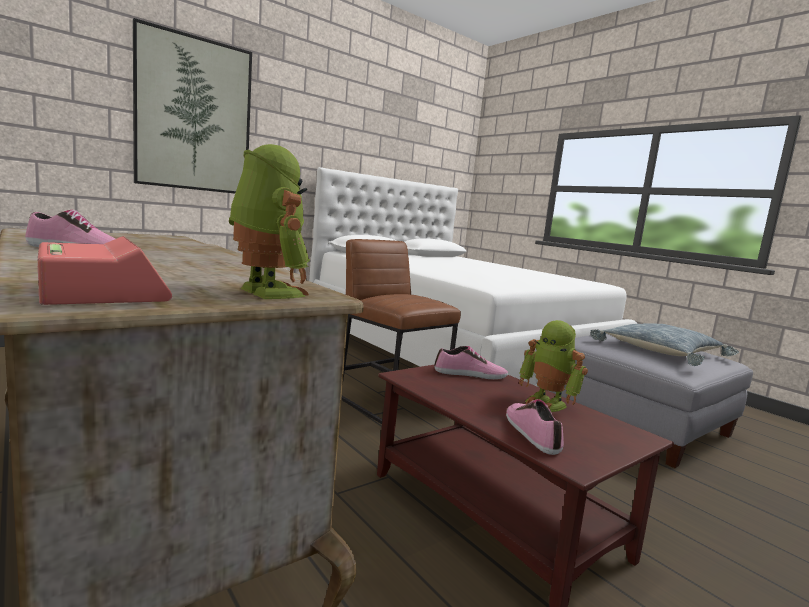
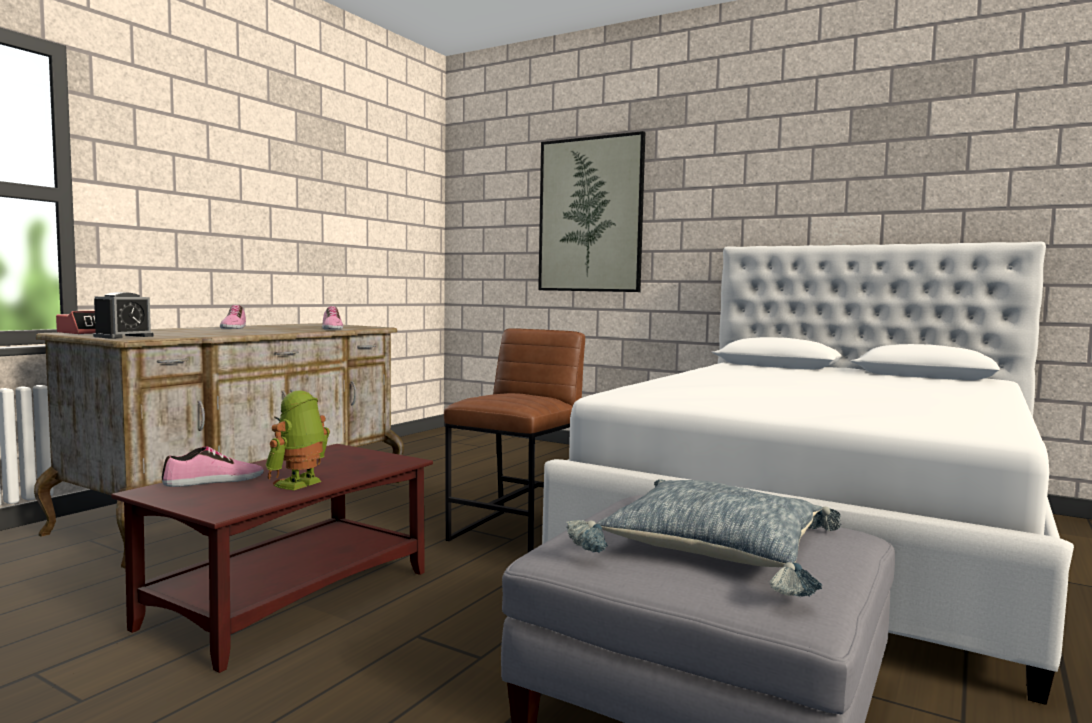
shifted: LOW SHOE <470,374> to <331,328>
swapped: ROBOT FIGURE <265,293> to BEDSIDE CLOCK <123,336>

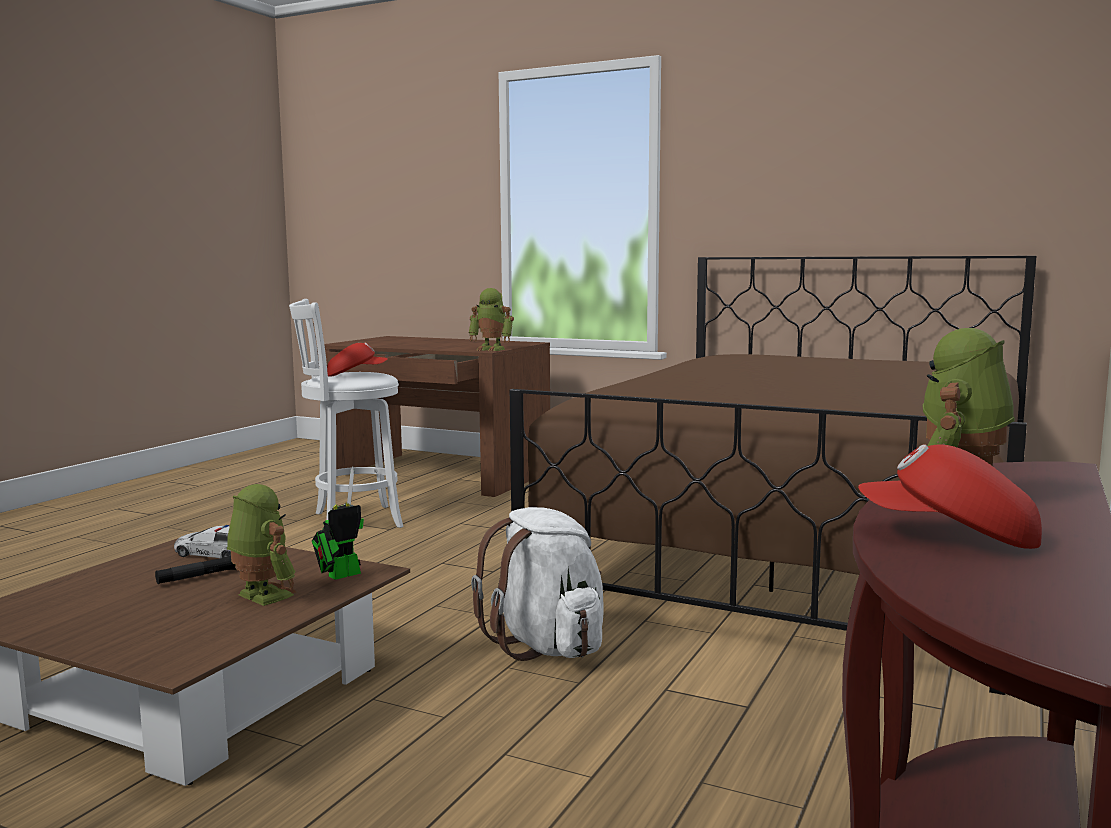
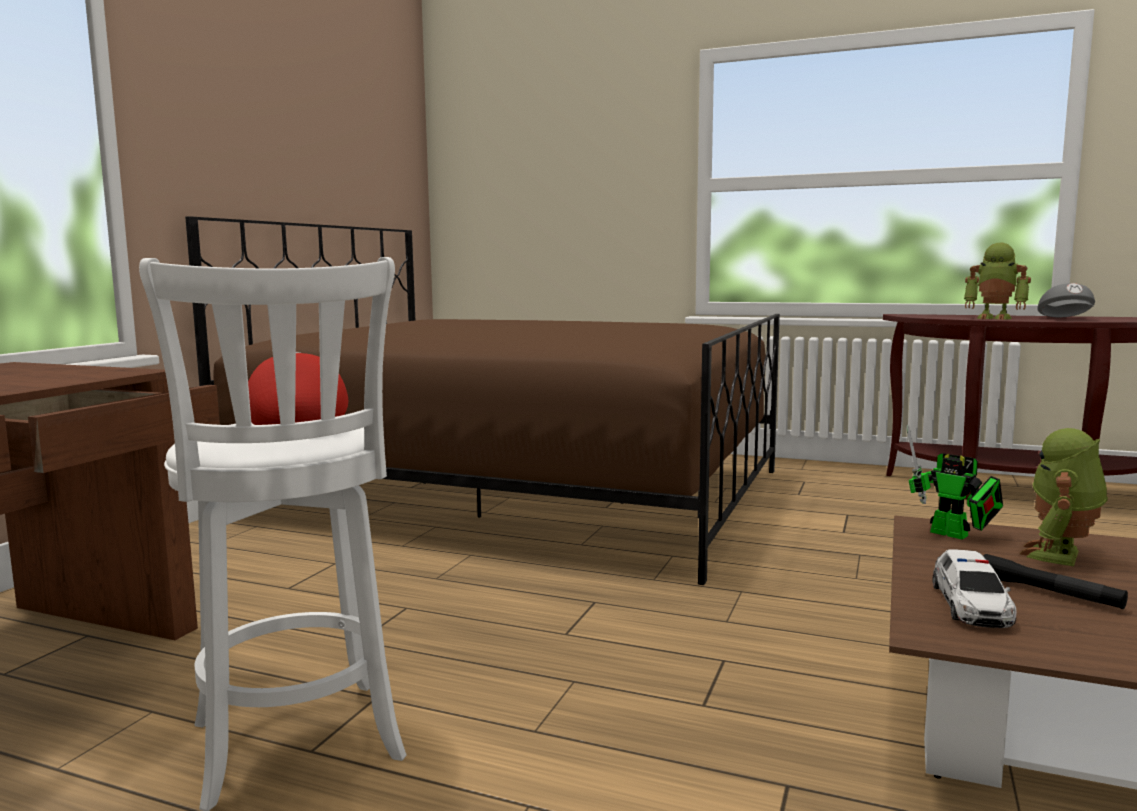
gone: ROBOT FIGURE <492,349>; WHITE KNAPSACK <547,646>
repainted: RED-COLOURED CAP <950,537> to GRAY CAP <1067,319>

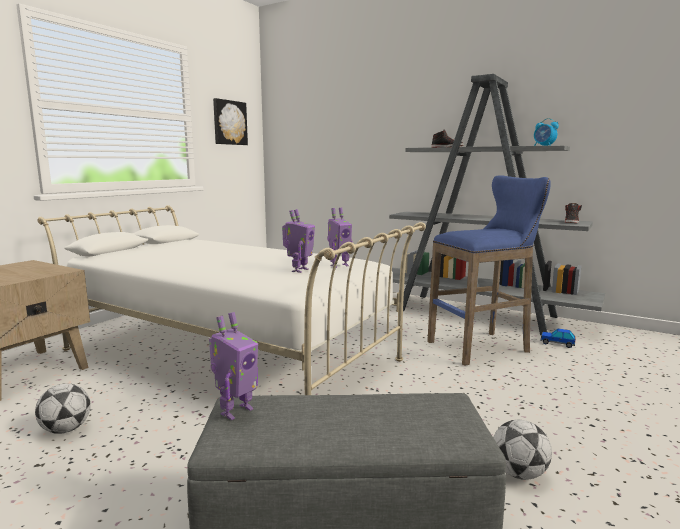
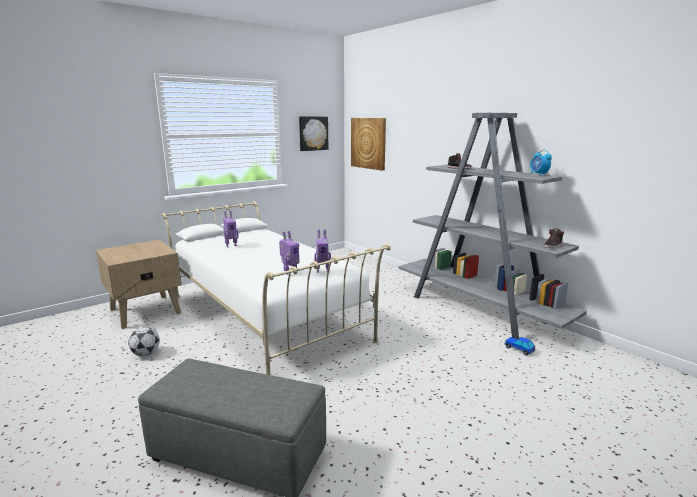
gone: BLUE-COLOURED STOOL SEAT <482,347>; FOOTBALL BALL <519,473>
new: WALL PICTURE <368,143>
shifted: ROBOT FIGURE <235,411> to <231,245>

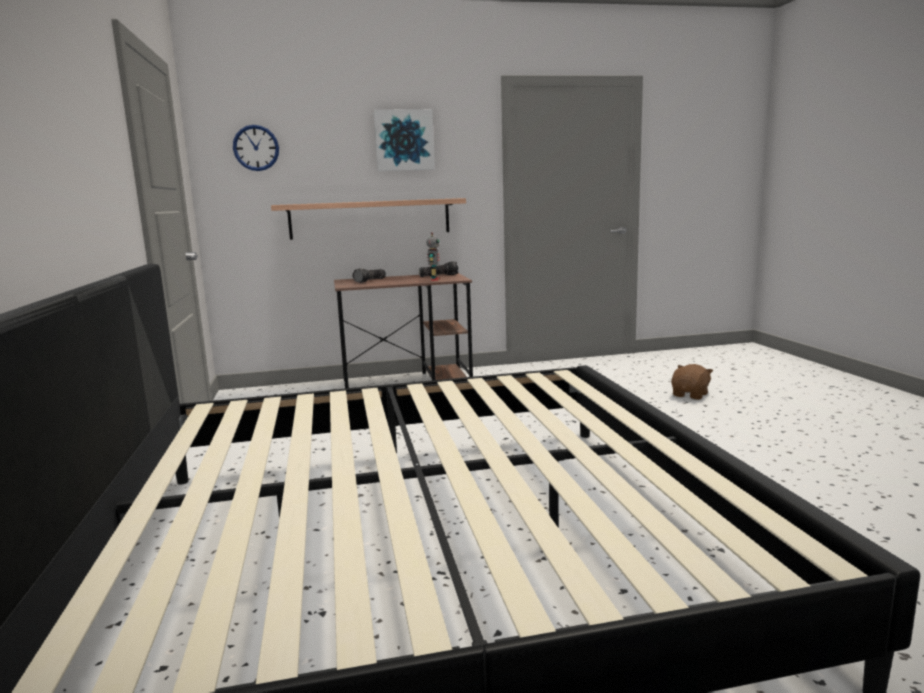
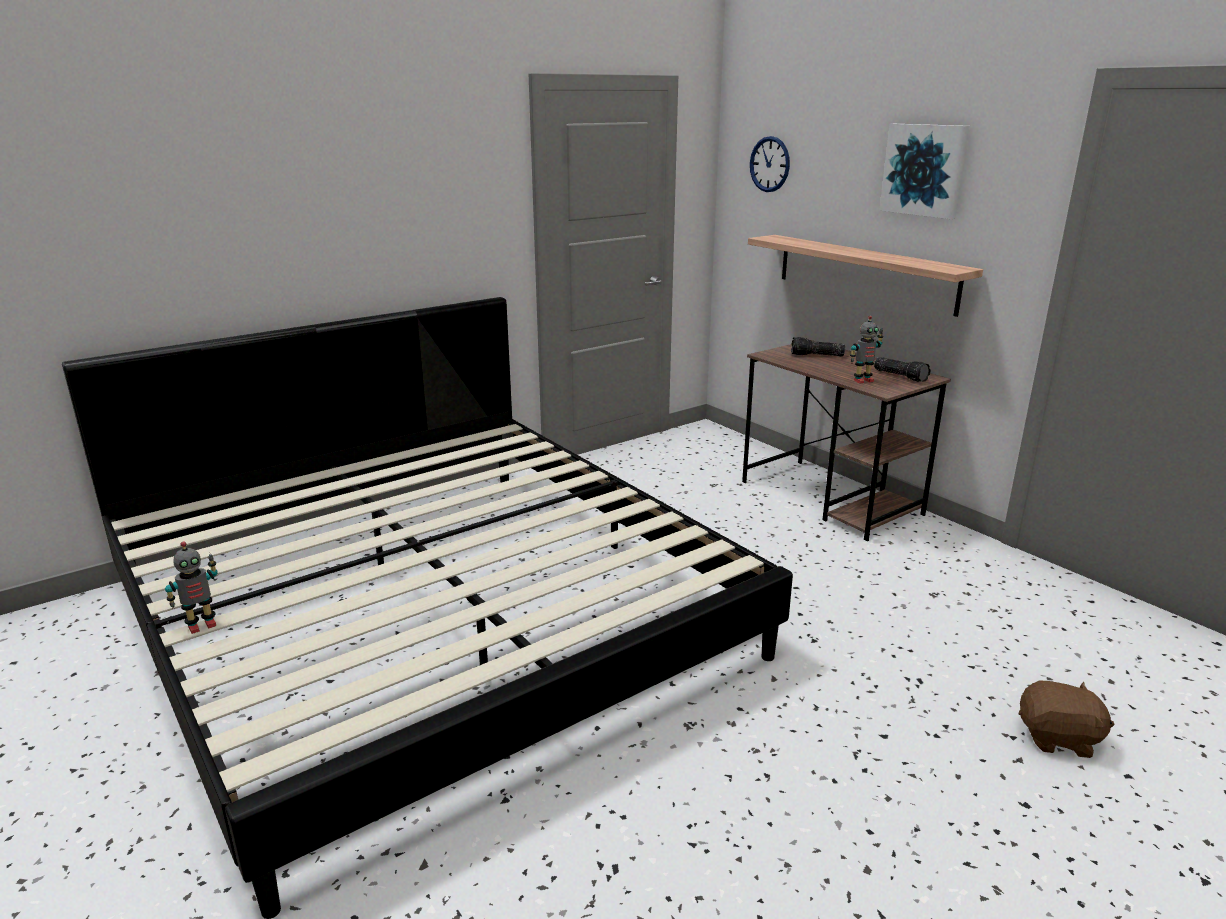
new: ROBOT FIGURE <201,625>

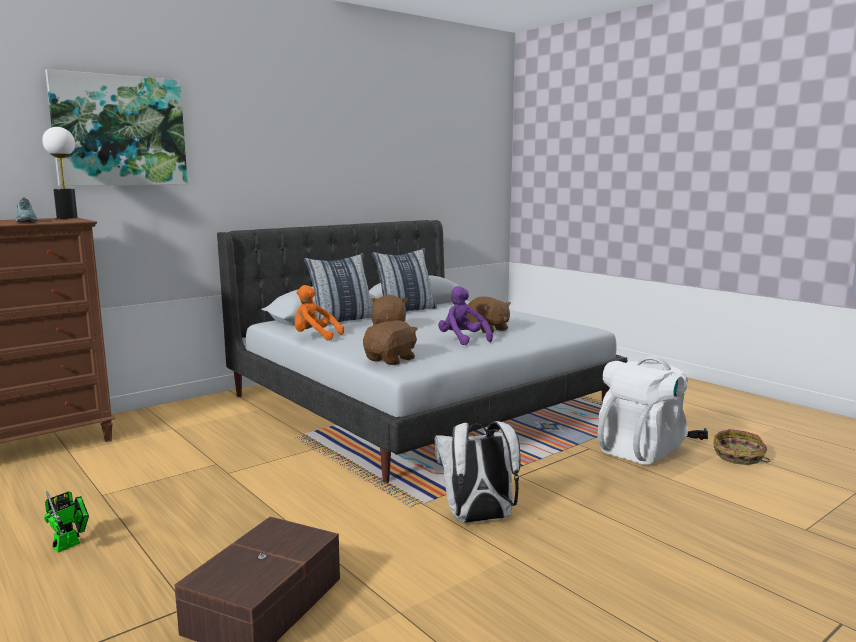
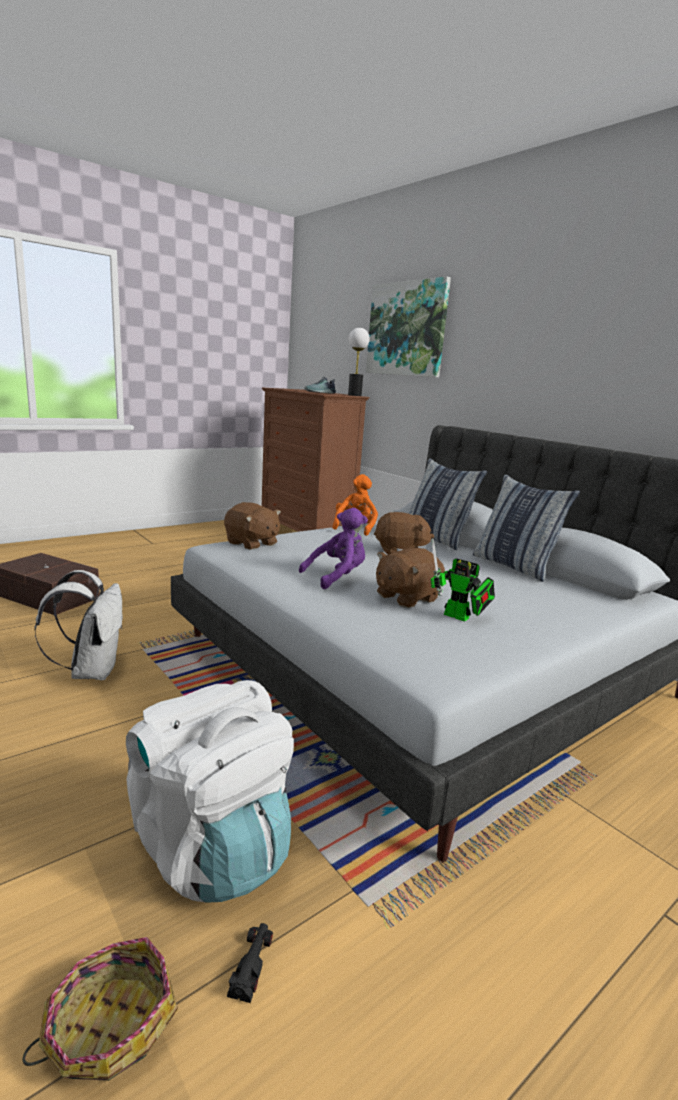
shifted: ROBOT FIGURE <70,544> to <460,617>

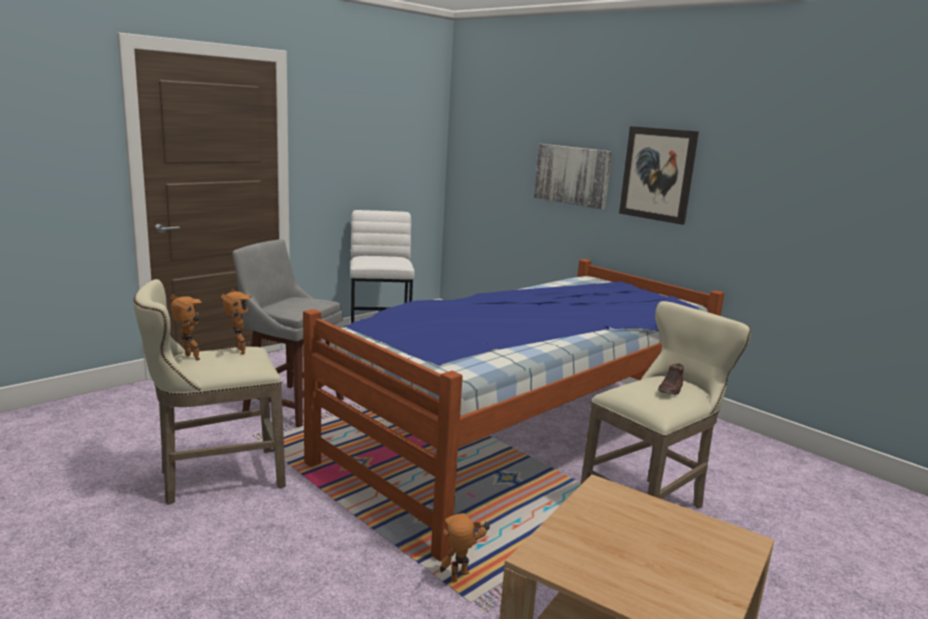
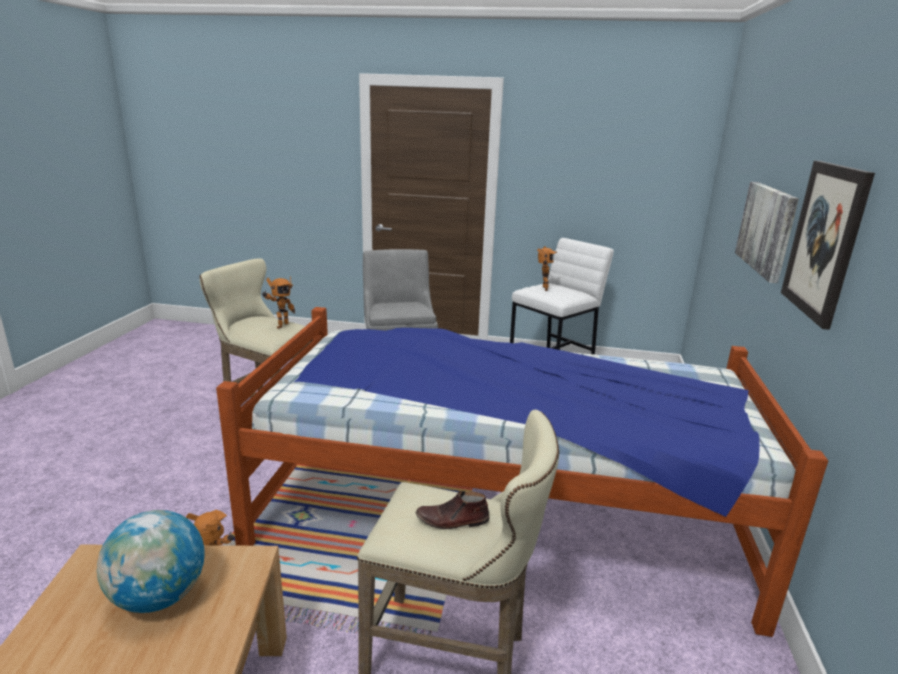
new: WORLD GLOBE <159,597>
shifted: ROBOT FIGURE <190,358> to <543,289>

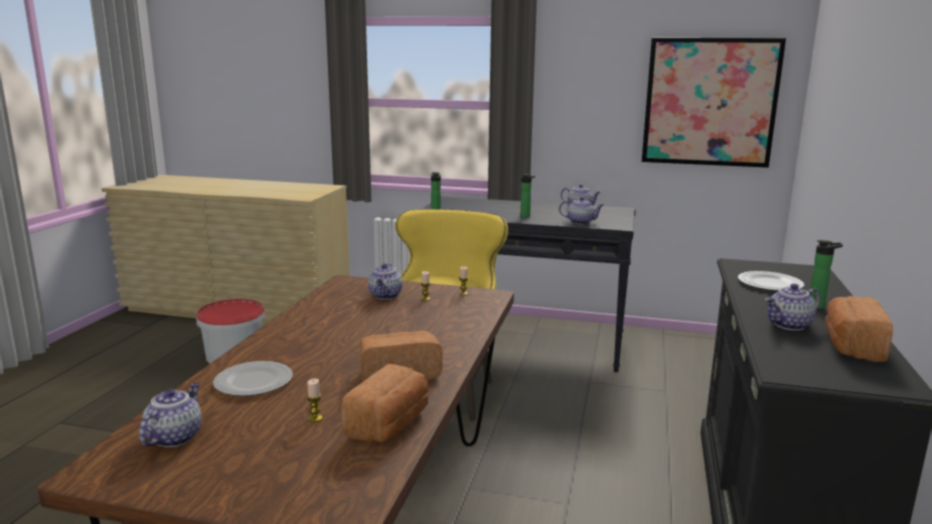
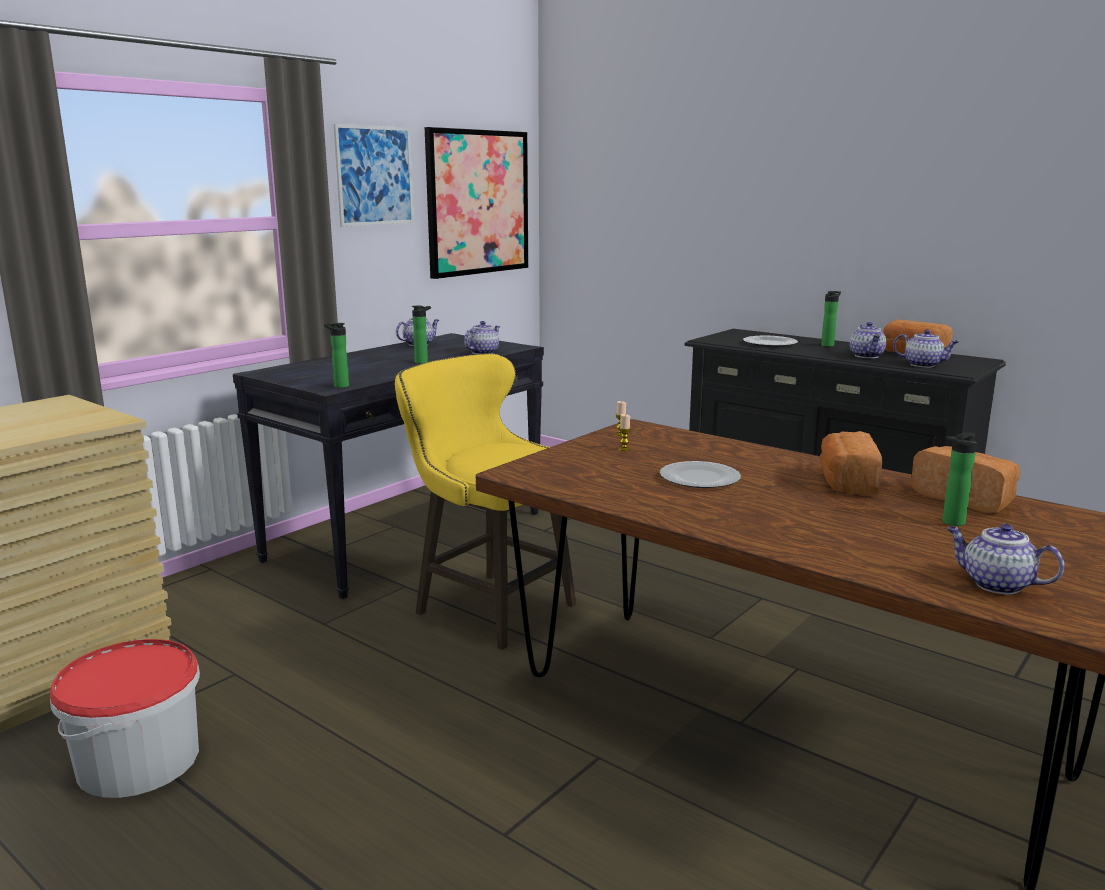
new: WALL PICTURE <375,175>
shifted: DINNER PLATE <253,381> to <698,478>; TEA POT <385,296> to <923,365>
swapped: WAX CANDLE <315,418> to BEVERAGE BOTTLE <950,523>

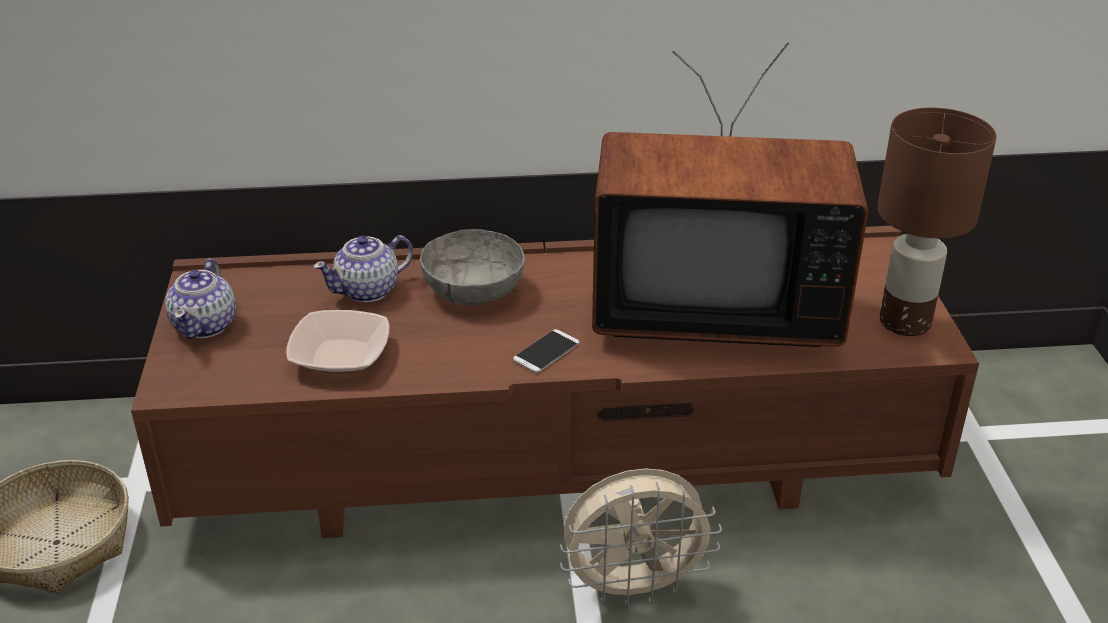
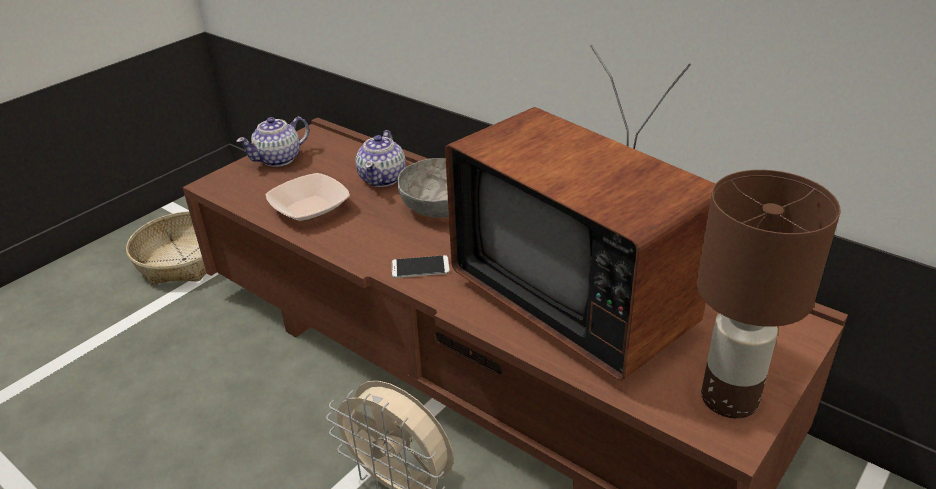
rotated: TEA POT <368,290> = <383,178> 90 degrees counterclockwise

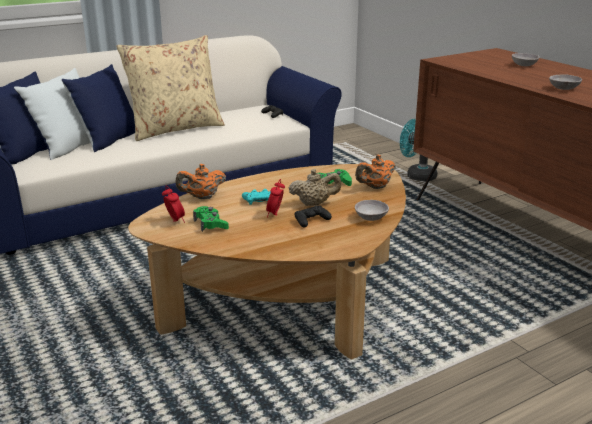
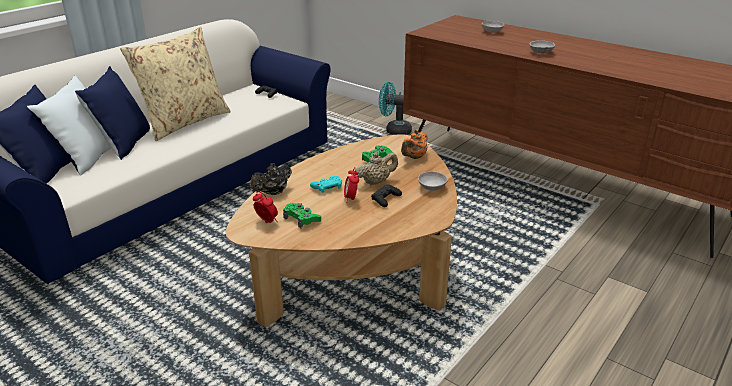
repainted: ORANGEY TEA POT <202,197> to BLACK TEA POT <273,193>

